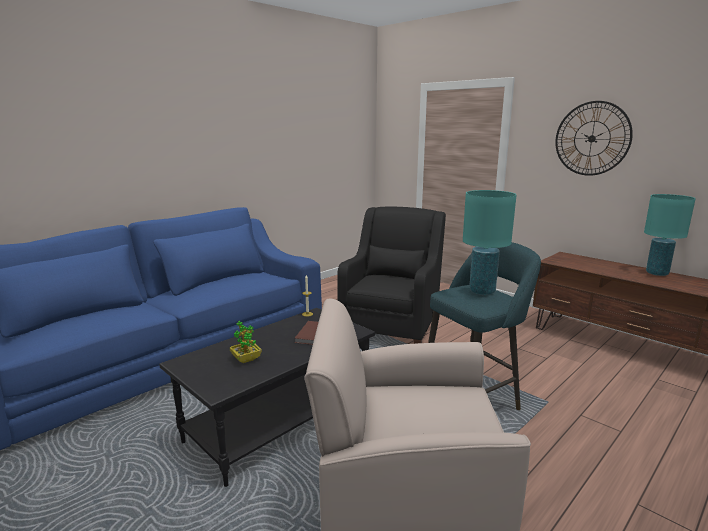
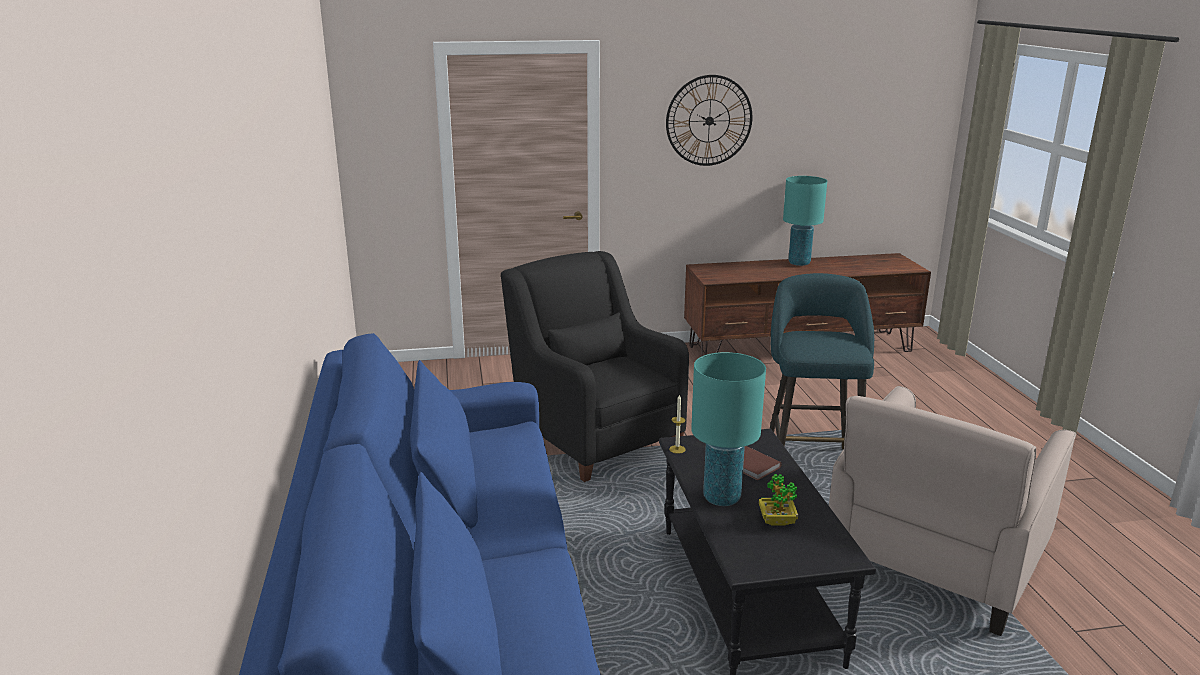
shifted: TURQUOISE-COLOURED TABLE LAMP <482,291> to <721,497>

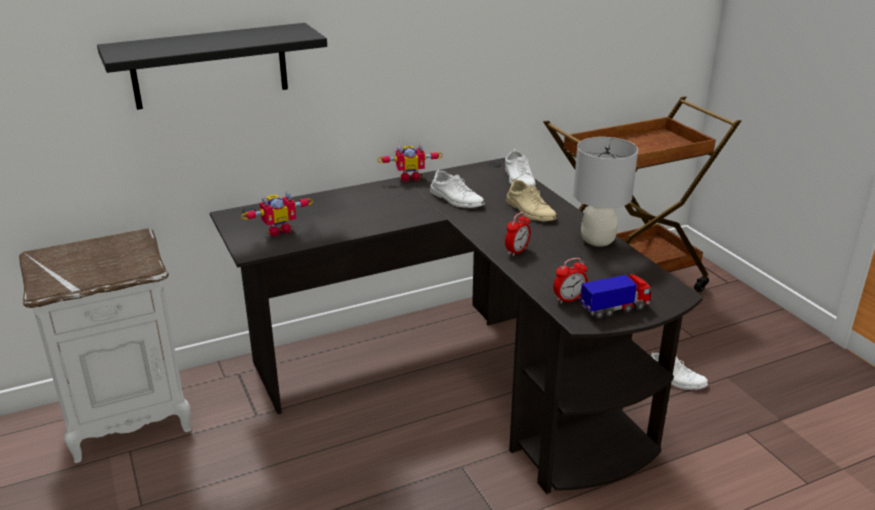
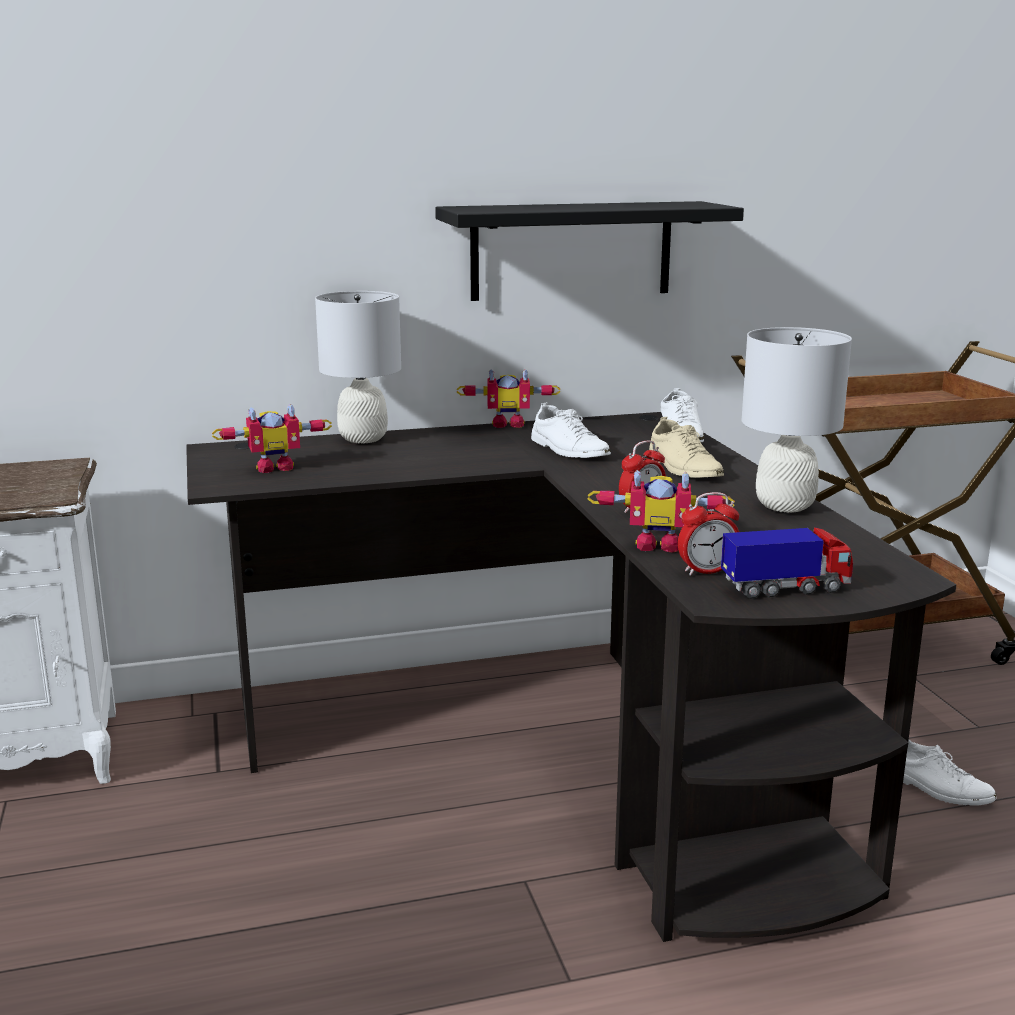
new: GRAY TABLE LAMP <365,440>; ROBOT FIGURE <658,544>
shifted: BLACK SHELF <210,66> to <571,250>

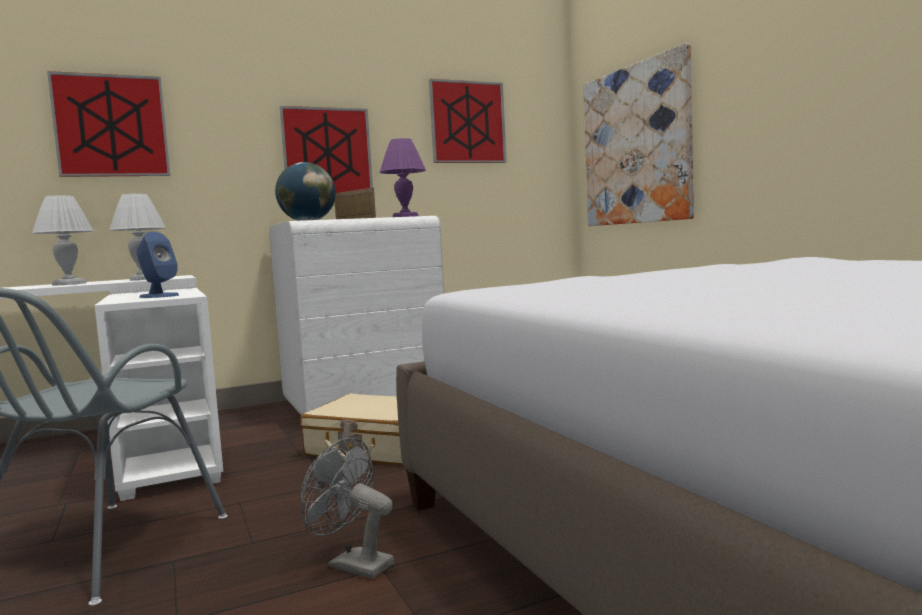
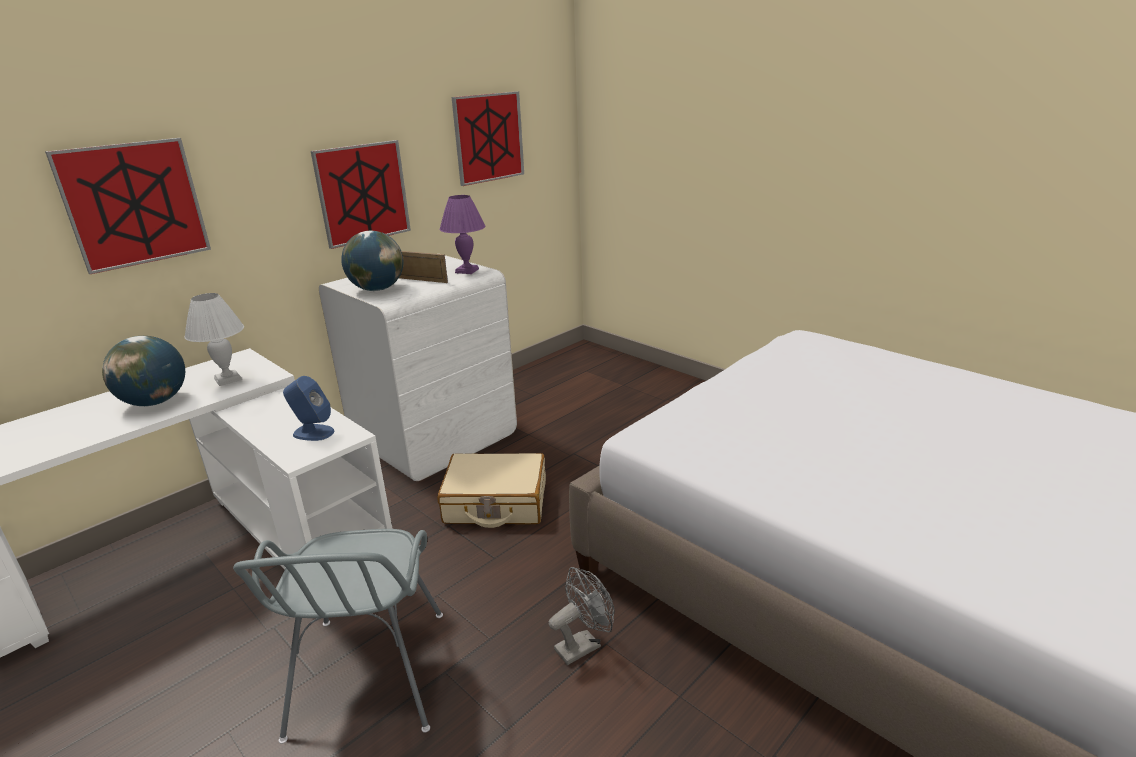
gone: WALL PICTURE <636,145>
swapped: WHITE TABLE LAMP <70,284> to WORLD GLOBE <155,401>
rotated: GRAY FAN <352,564> = <583,645> 135 degrees clockwise

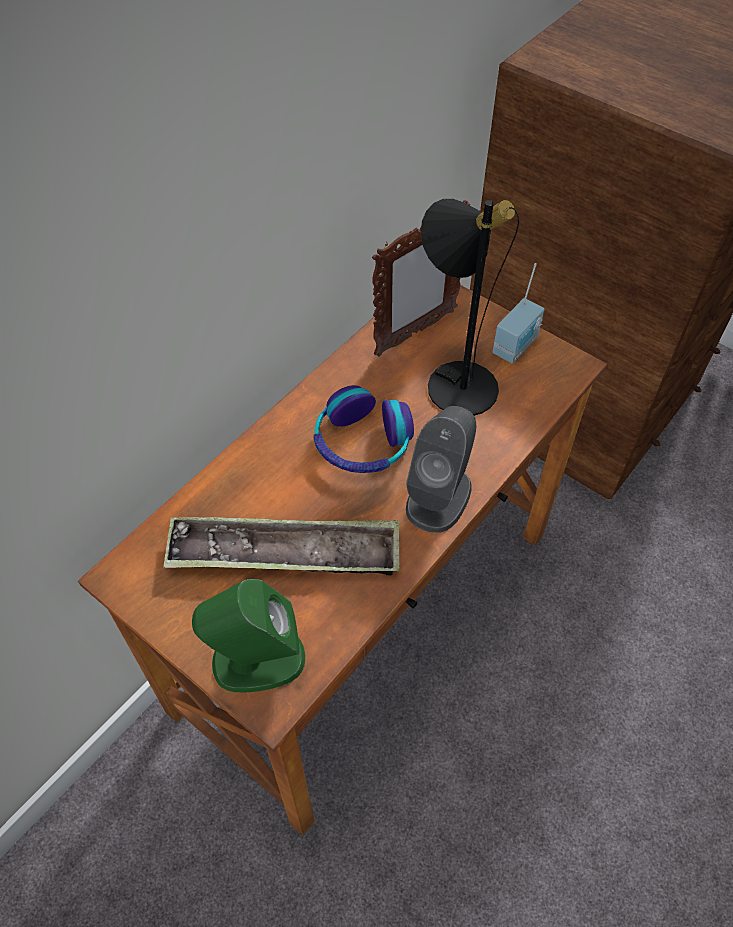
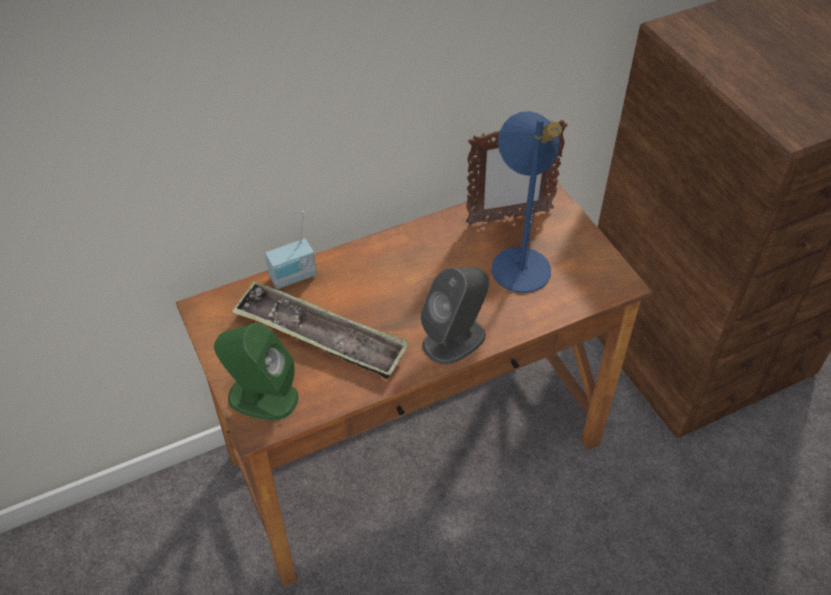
gone: PAIR OF HEADPHONES <362,442>
shifted: RADIO SET <517,346> to <293,277>
repainted: BLACK TABLE LAMP <455,378> to BLUE-COLOURED TABLE LAMP <520,260>

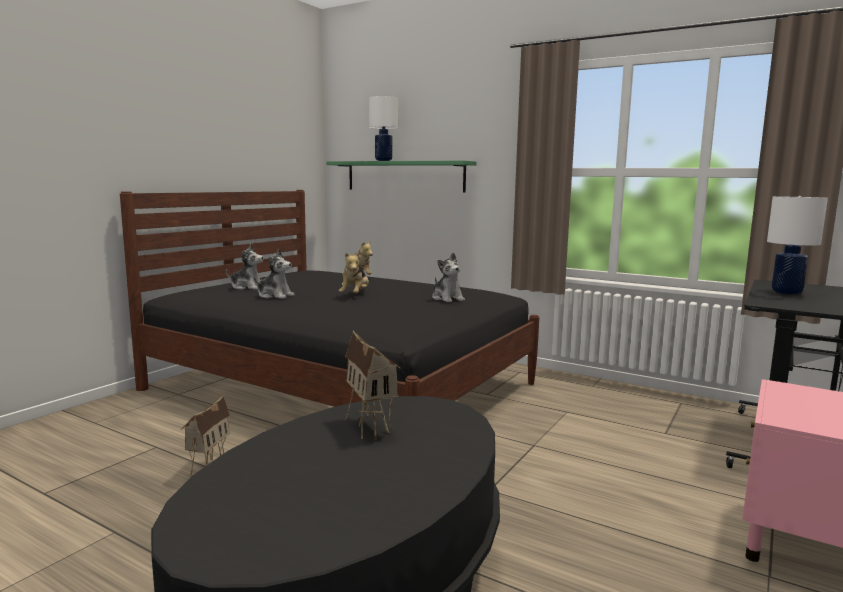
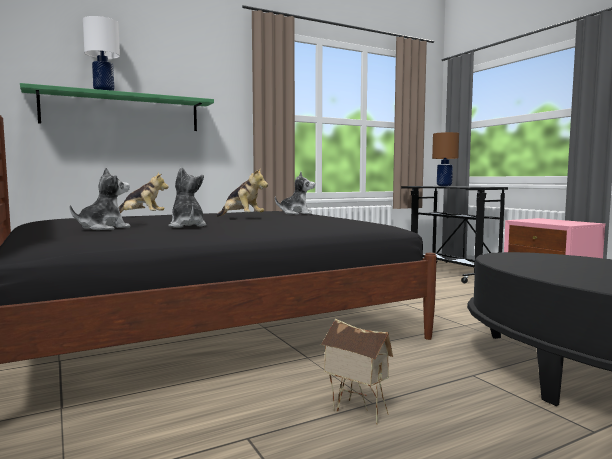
gone: MINIATURE HOUSE <371,428>
repainted: WHITE TABLE LAMP <786,293> to BROWNISH TABLE LAMP <444,186>
rotated: PLUSH TOY <275,296> = <187,226> 75 degrees counterclockwise

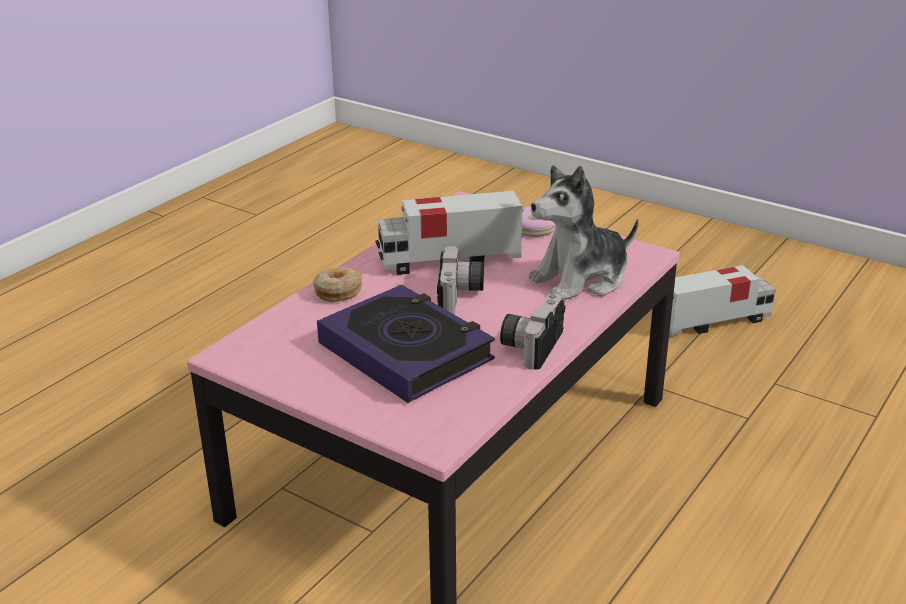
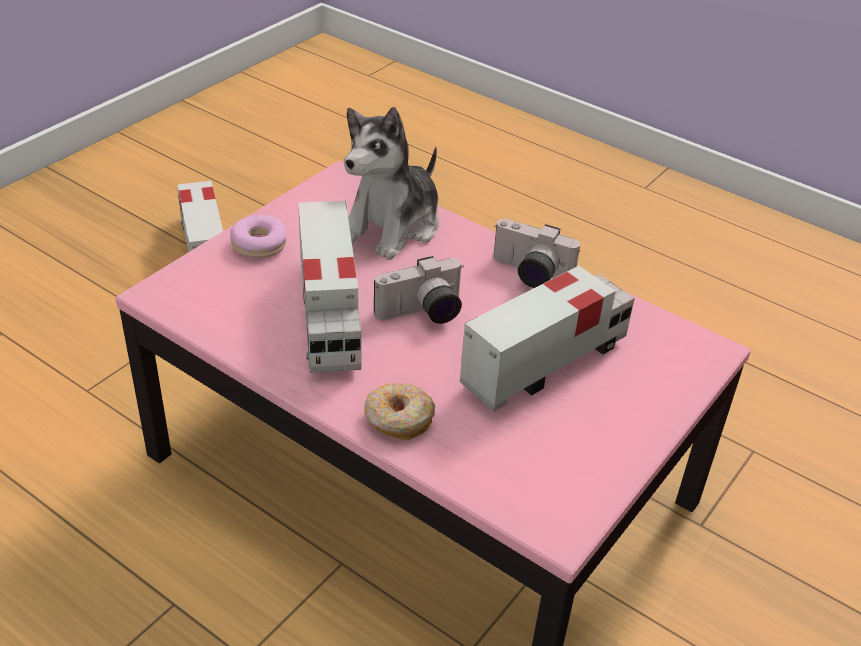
swapped: BOUND BOOK <406,352> to TOY LORRY <545,363>
rotated: STILL CAMERA <461,296> = <422,314> 150 degrees clockwise; PLUSH TOY <581,279> = <393,226> 60 degrees clockwise

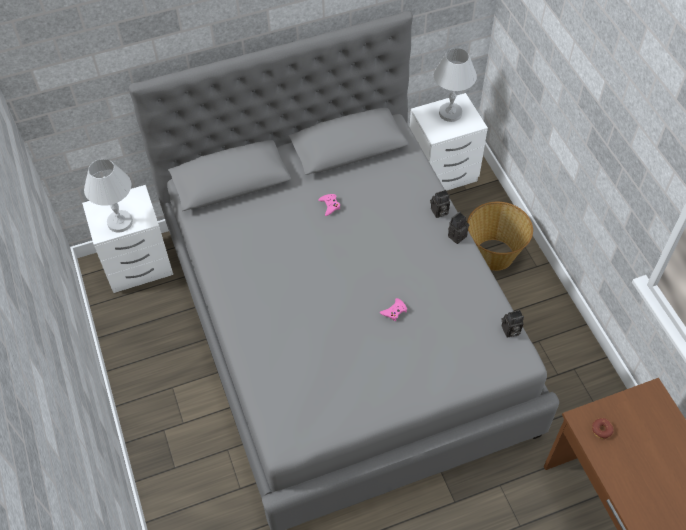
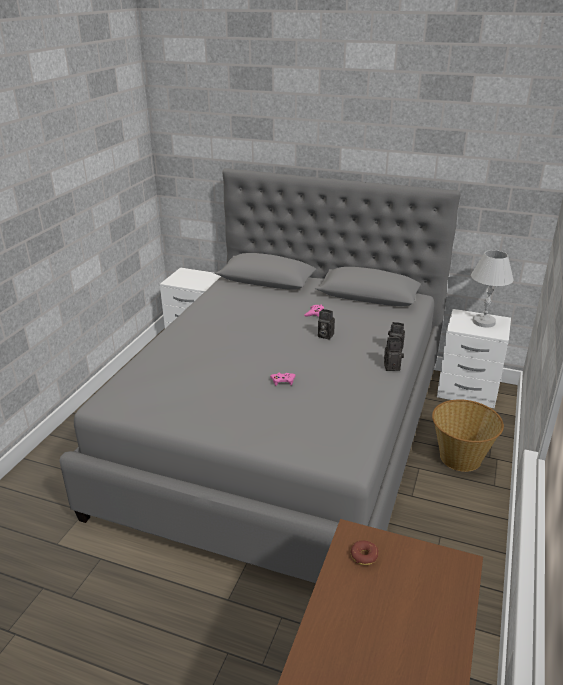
gone: WHITE TABLE LAMP <120,222>
shifted: STILL CAMERA <510,331> to <324,335>

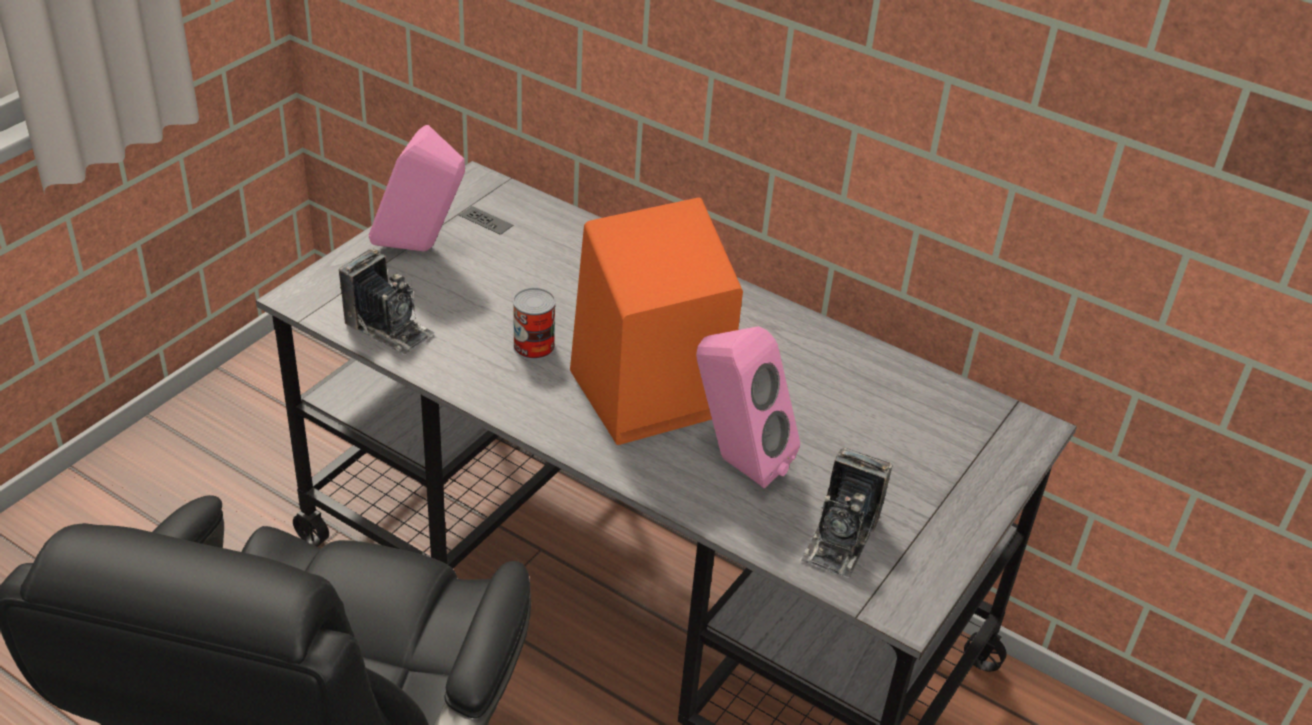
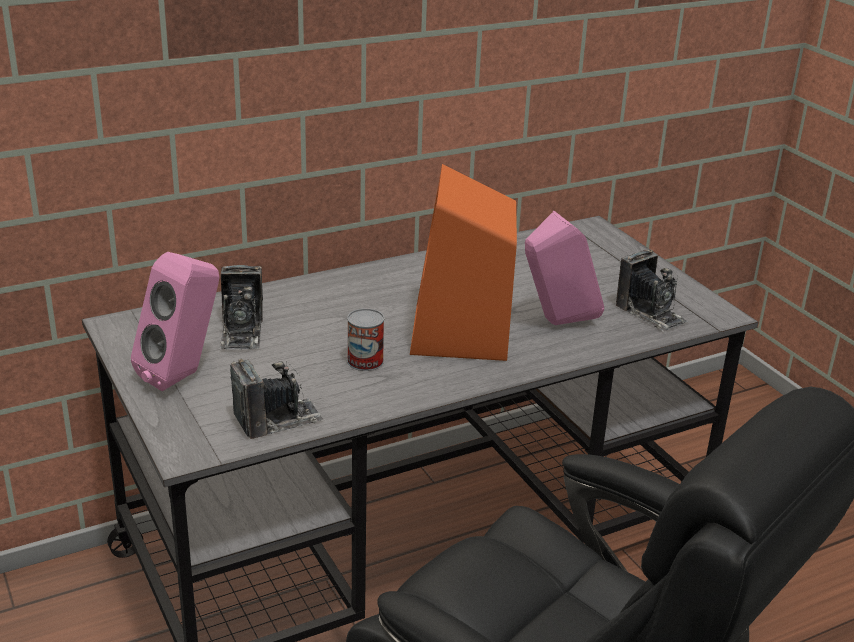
new: STILL CAMERA <241,331>

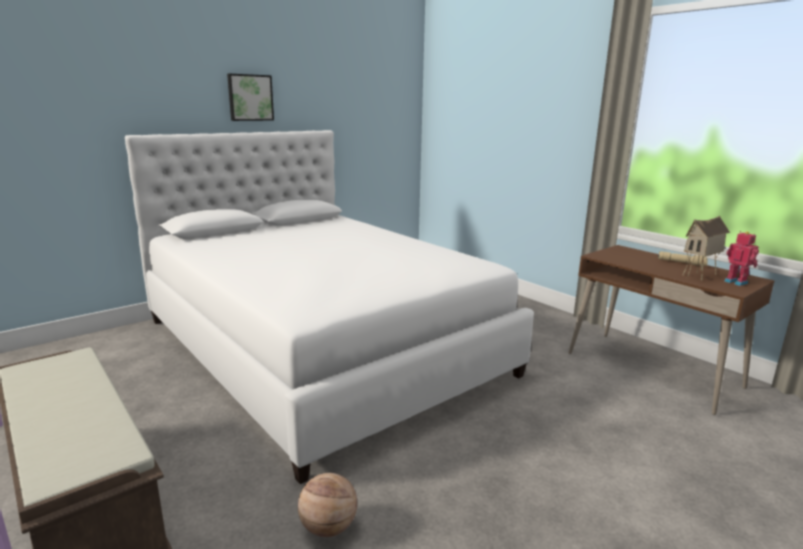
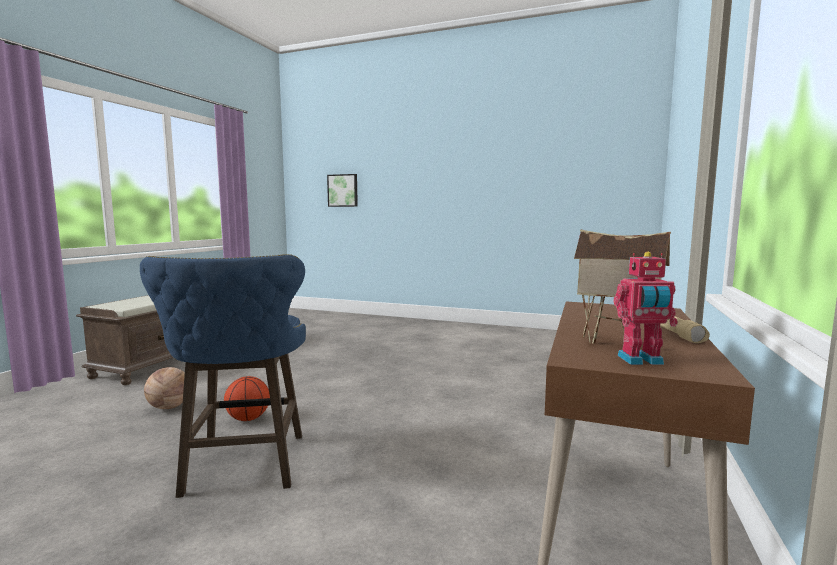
gone: WHITE BEDROOM BED <321,346>
new: BLUE-COLOURED STOOL SEAT <244,467>; BALL FOR BASKETBALL <248,419>
shifted: WALL PICTURE <250,97> to <343,190>
rotated: ROBOT FIGURE <736,282> = <641,361> 60 degrees clockwise

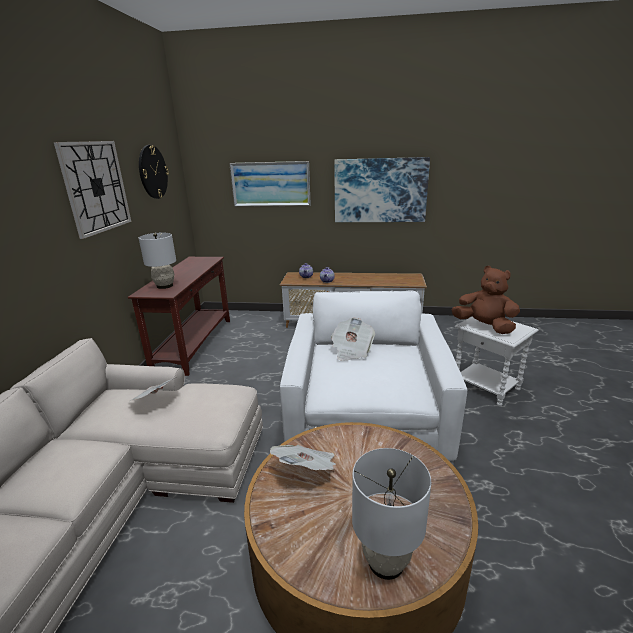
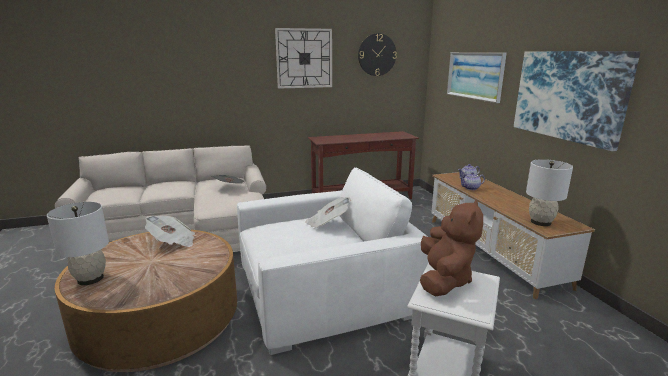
shifted: WHITE TABLE LAMP <165,286> to <540,222>

